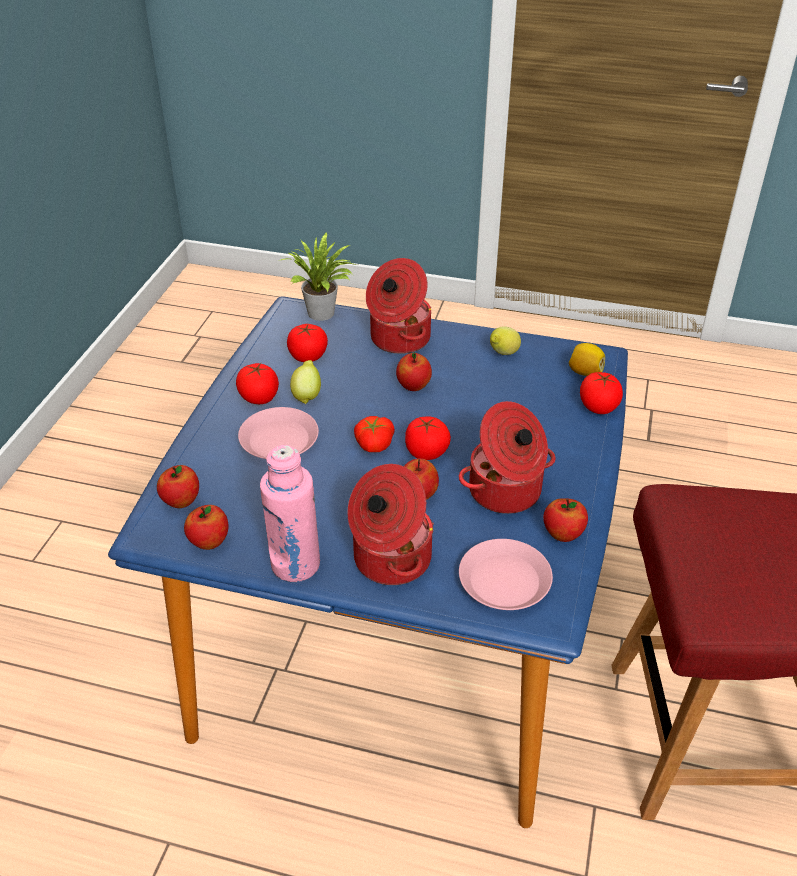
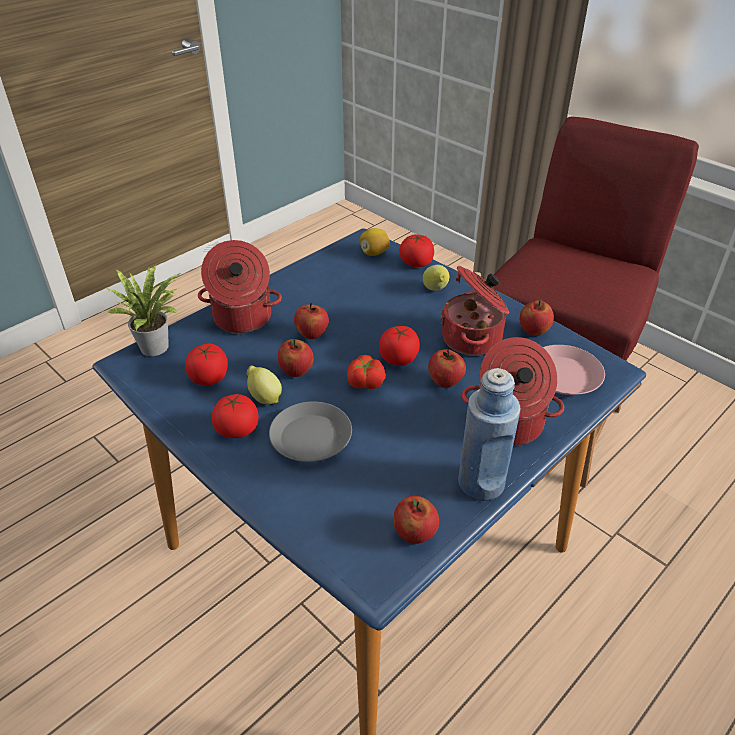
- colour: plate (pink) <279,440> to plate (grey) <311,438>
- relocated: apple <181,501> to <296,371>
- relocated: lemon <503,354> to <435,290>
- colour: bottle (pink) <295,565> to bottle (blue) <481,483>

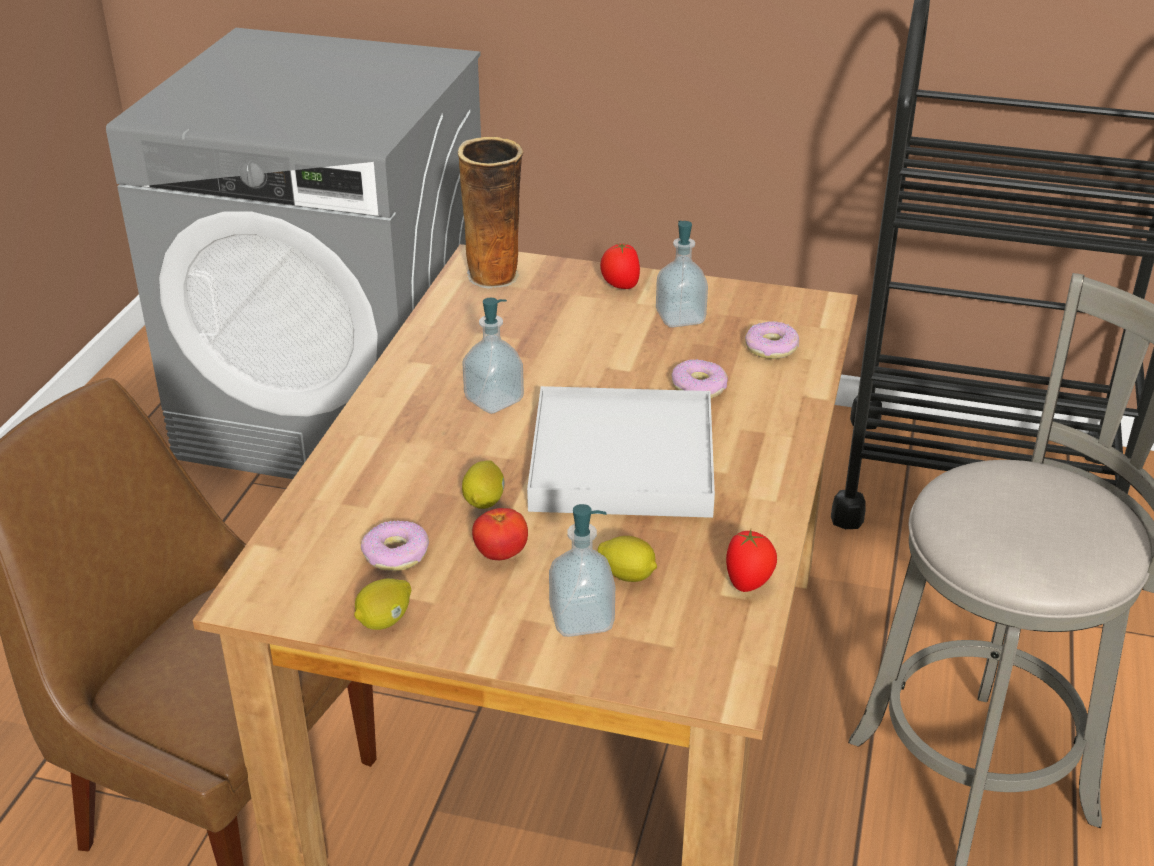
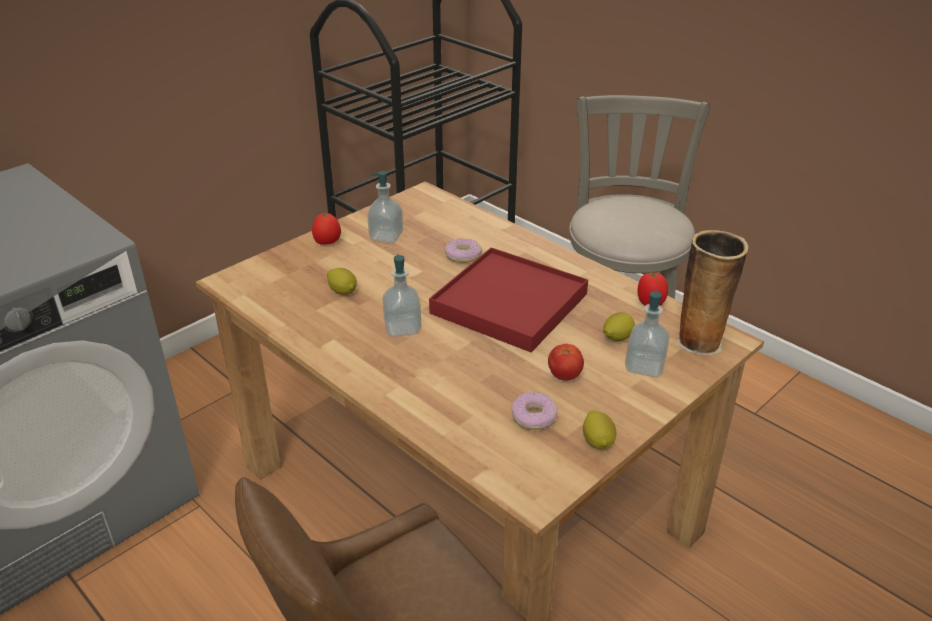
- relocated: lemon <484,501> to <343,291>
- colour: tray (white) <623,460> to tray (red) <510,303>
- relocated: vase <495,276> to <700,341>
- missing: donut <771,348>

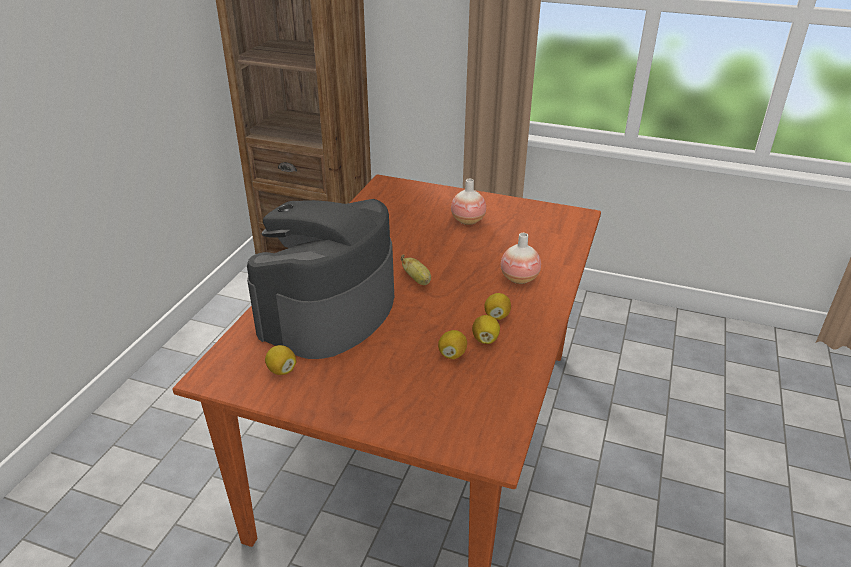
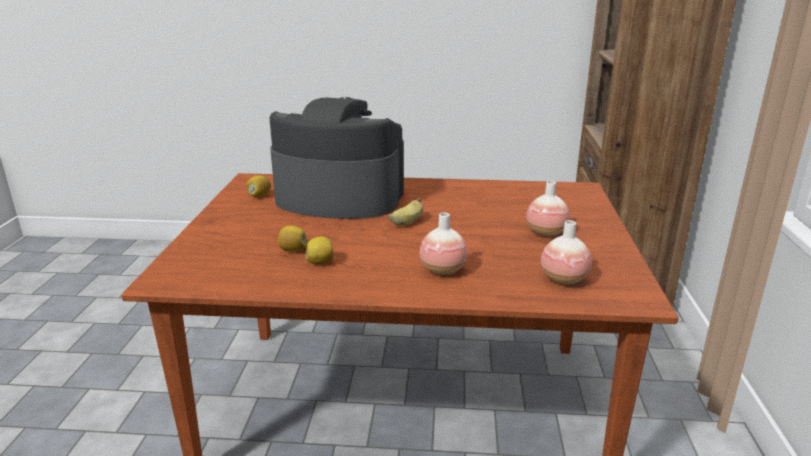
- appeared: vase <563,279>
- missing: lemon <496,316>

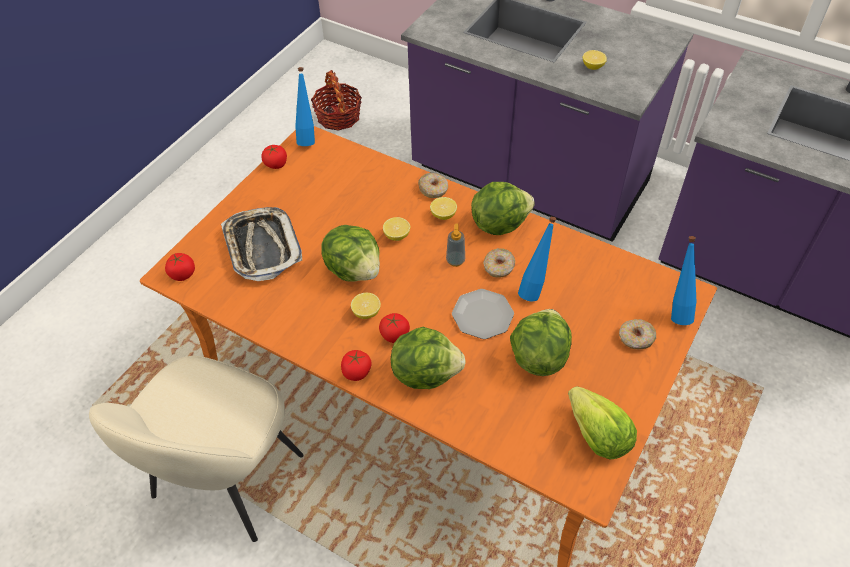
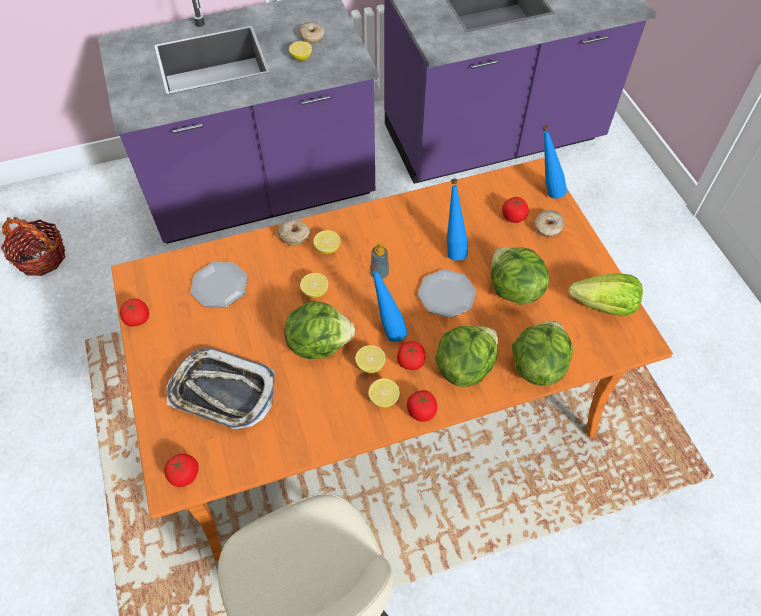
- appeared: plate <219,286>
- relocated: donut <499,267> to <312,37>
- appeared: lemon <384,398>
- relocated: bottle (blue) <307,138> to <388,328>
- appeared: tomato <513,217>
- relocated: lettuce <499,223> to <537,365>

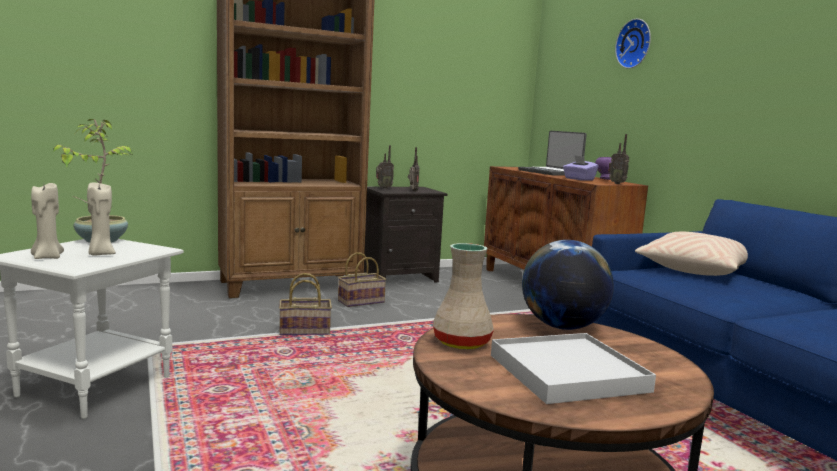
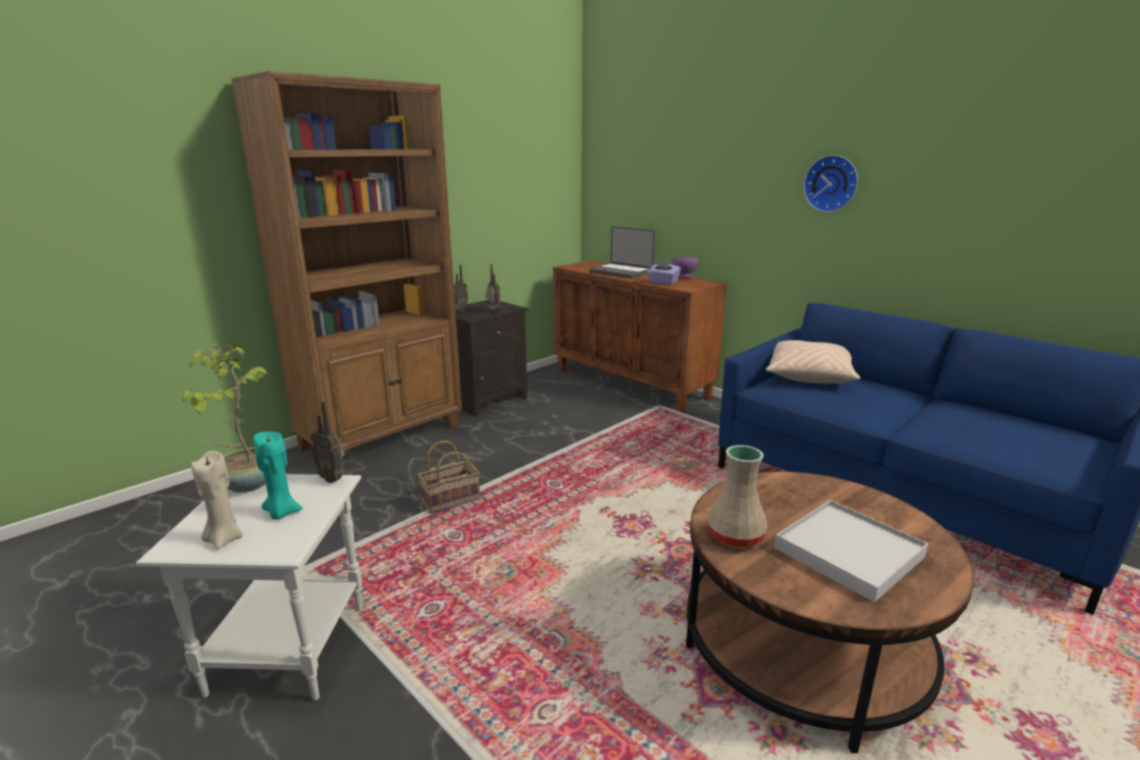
- colour: candle (beige) <101,254> to candle (turquoise) <281,513>
- relocated: radio <617,183> to <332,478>
- relocated: wall clock <635,44> to <831,183>
- missing: basket <361,301>
- missing: globe <562,327>

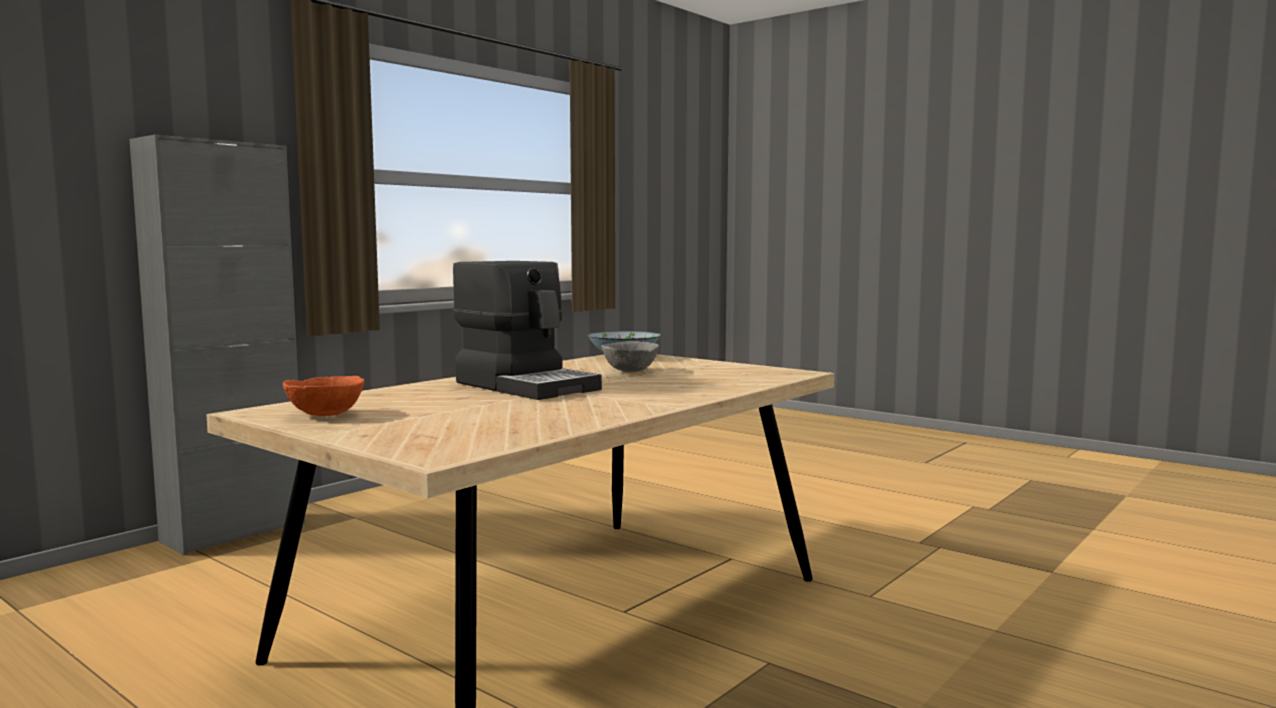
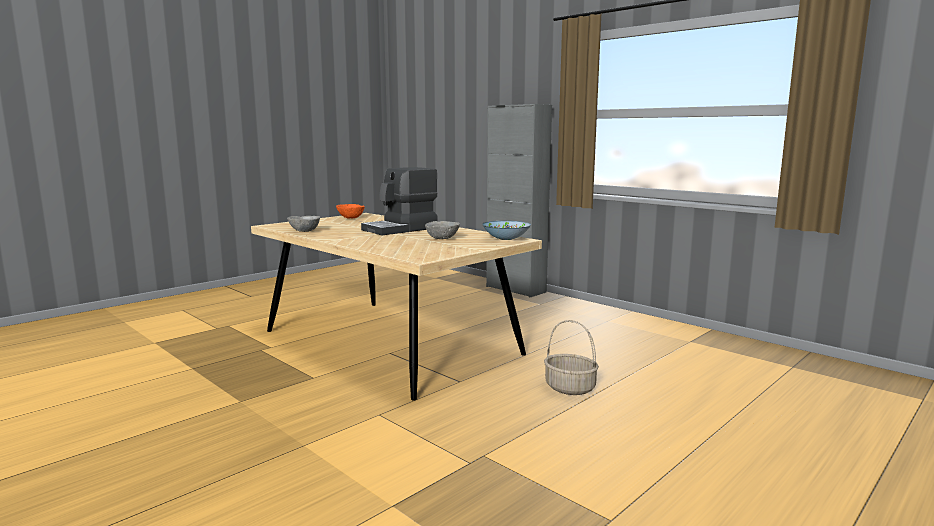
- appeared: bowl (grey) <304,231>
- appeared: basket <569,388>

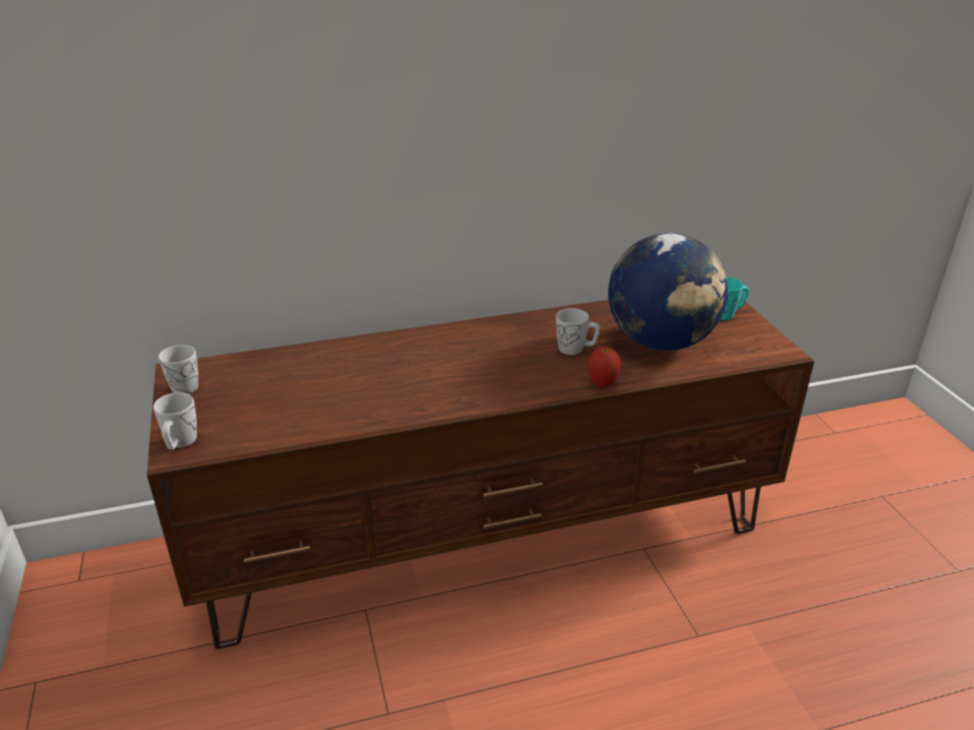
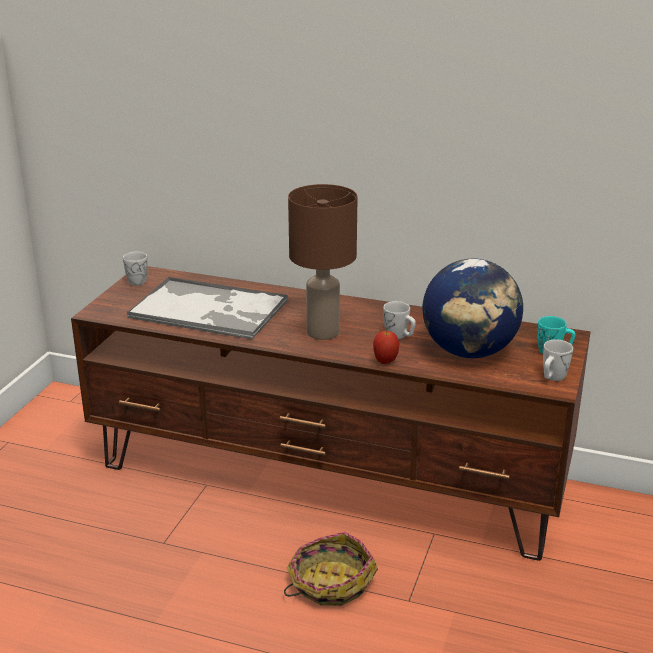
- appeared: tray <210,310>
- appeared: basket <329,583>
- appeared: table lamp (brown) <322,333>
- relocated: mug (white) <180,443> to <552,378>

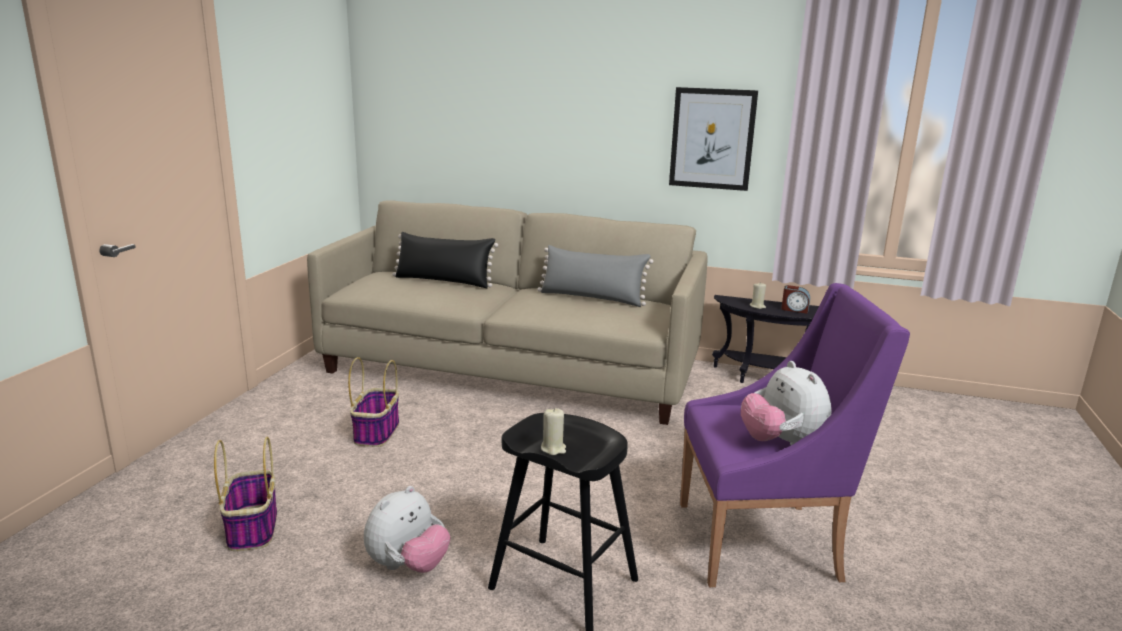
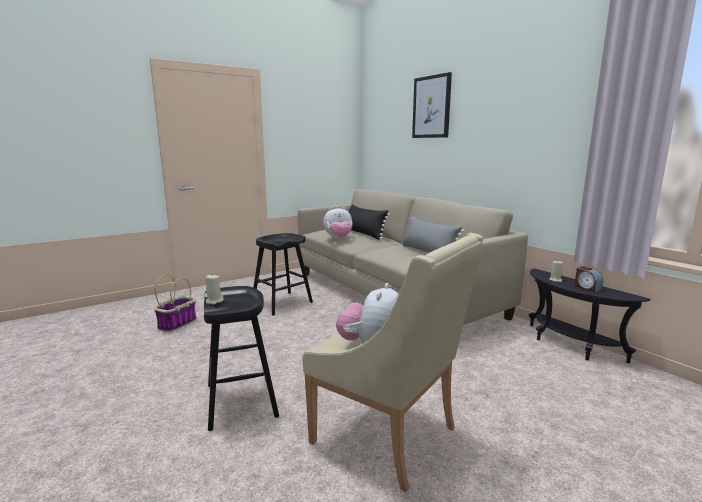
- exchanged: basket <376,432> to stool (black) <281,303>
- colour: armchair (purple) <763,541> to armchair (beige) <389,436>
- relocated: plush toy <408,566> to <338,238>
- relocated: picture <712,139> to <431,107>

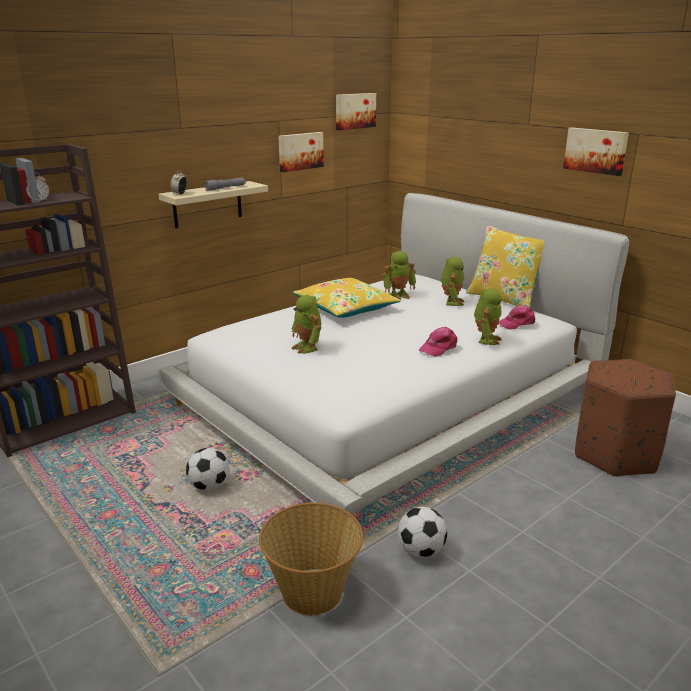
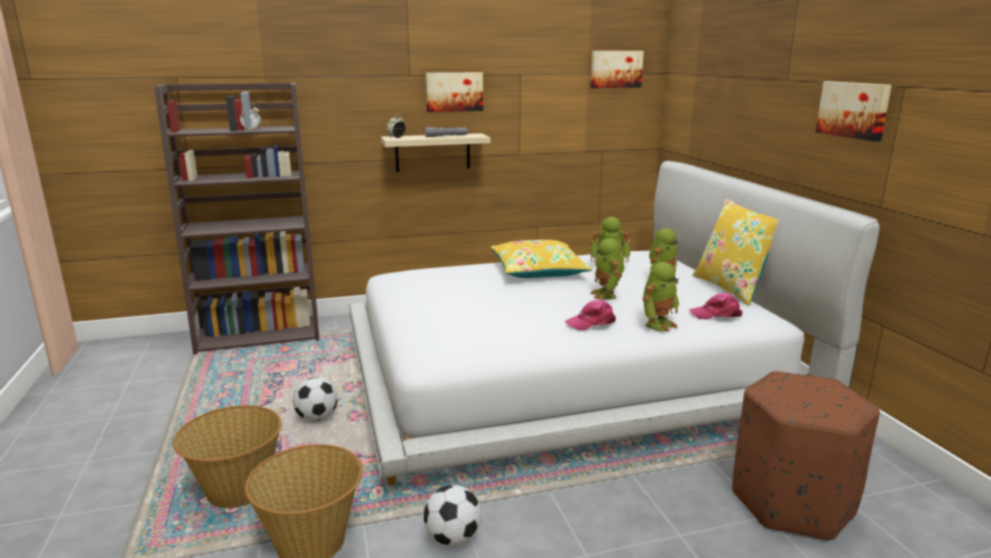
- appeared: basket <237,491>
- relocated: picture <300,151> to <454,91>
- relocated: toy robot <307,347> to <607,295>

